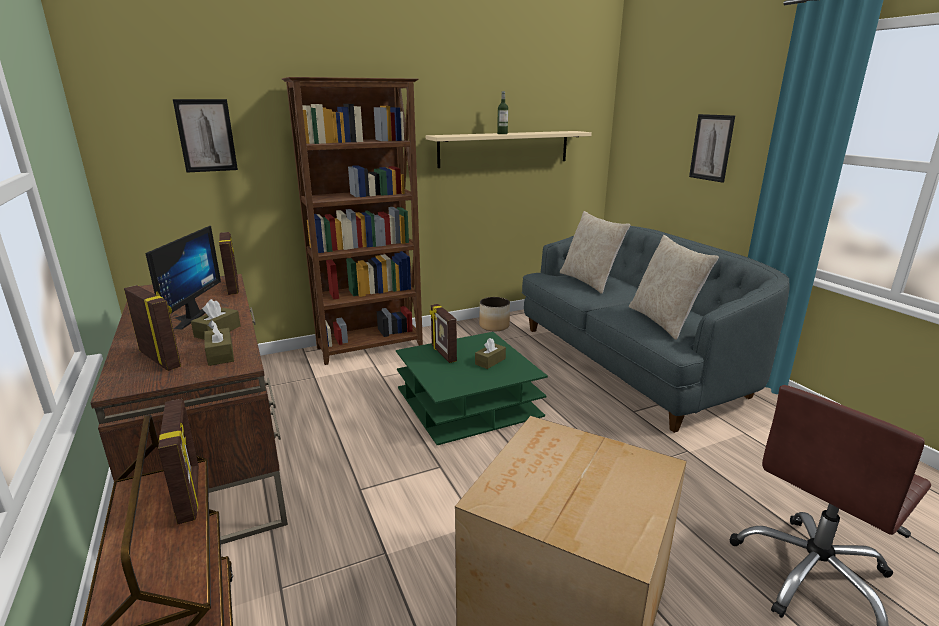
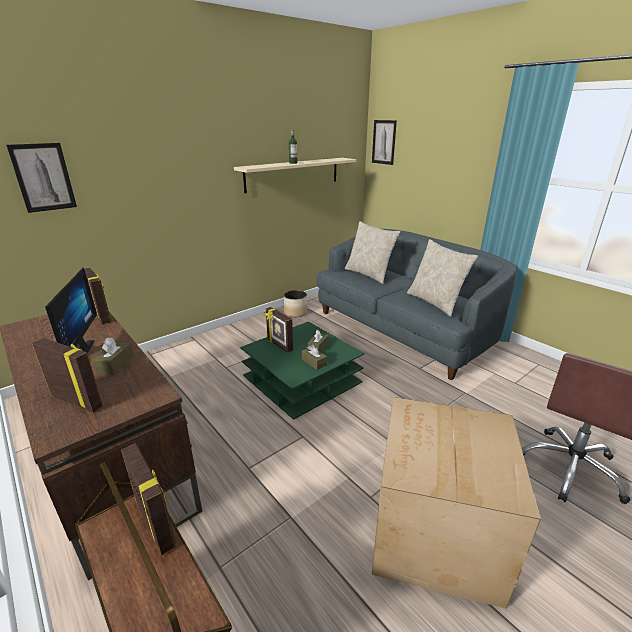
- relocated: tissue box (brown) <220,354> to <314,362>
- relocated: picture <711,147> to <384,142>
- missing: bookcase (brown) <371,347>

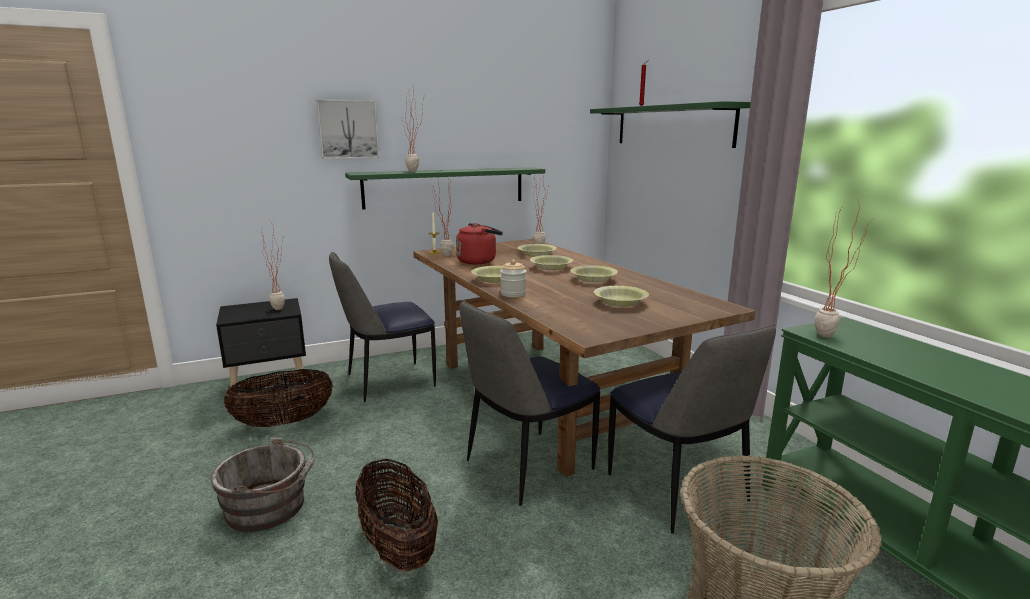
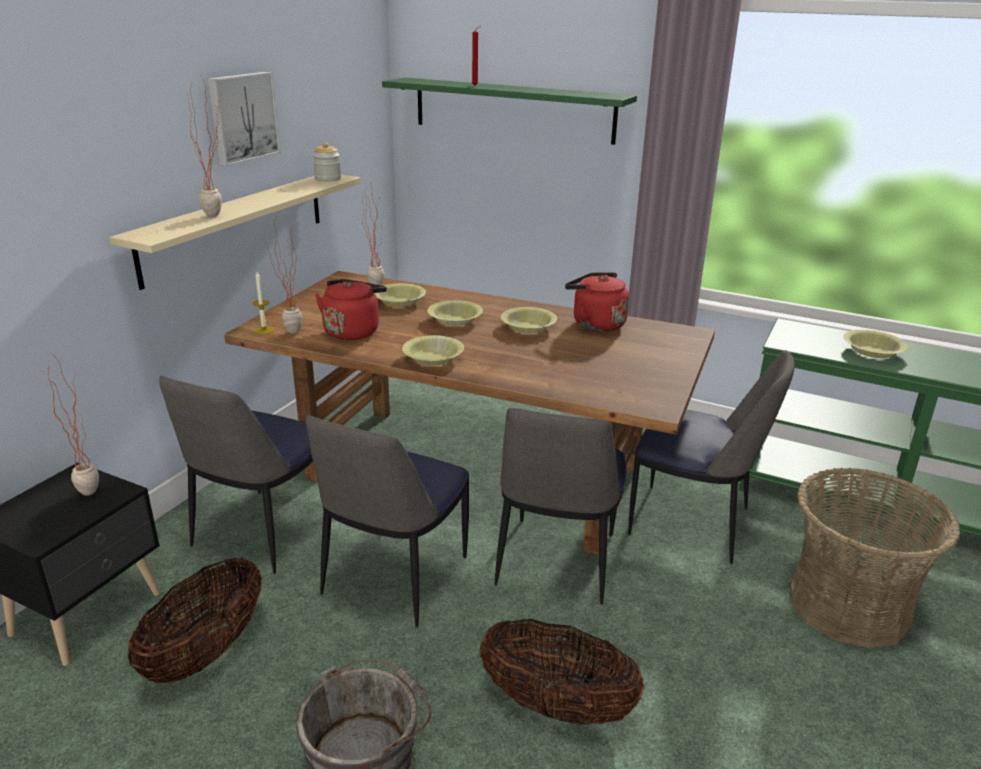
- colour: shelf (green) <445,187> to shelf (beige) <236,226>
- relocated: picture <348,129> to <242,117>
- appeared: chair <393,578>
- relocated: jar <513,294> to <327,179>
- appeared: kettle (red) <595,324>
- relocated: bowl (yellow) <620,302> to <872,351>
- missing: potted plant <832,337>

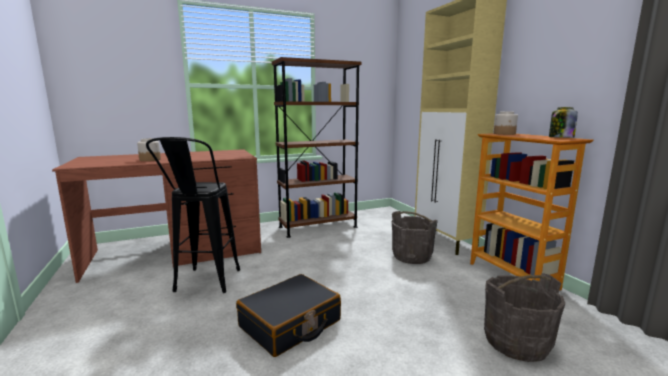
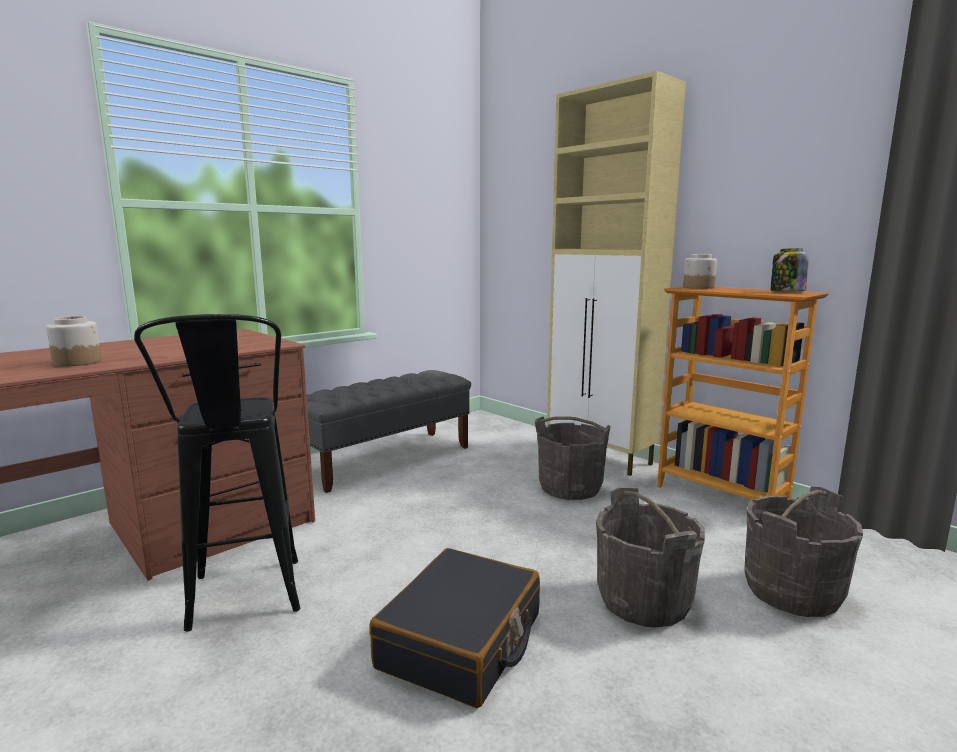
- exchanged: bookcase (brown) <318,227> to bench (grey) <386,459>
- appeared: bucket (grey) <644,600>

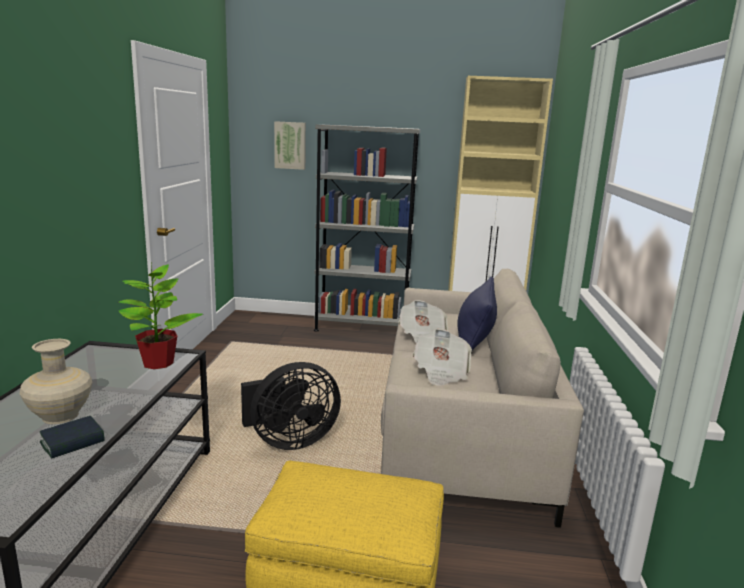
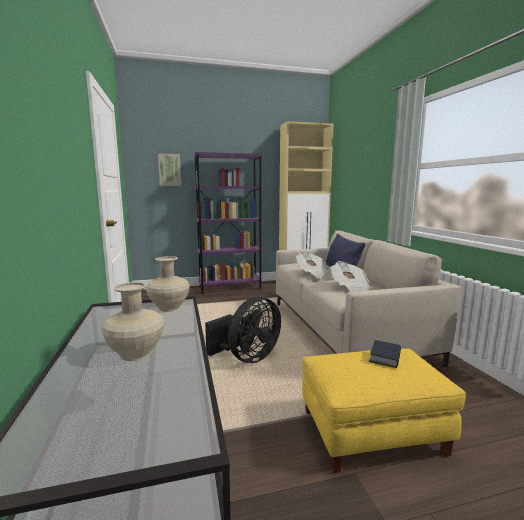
- exchanged: potted plant <158,362> to vase (beige) <169,308>
- colour: bookcase (grey) <361,327> to bookcase (purple) <230,287>
- relocated: book <73,442> to <385,357>

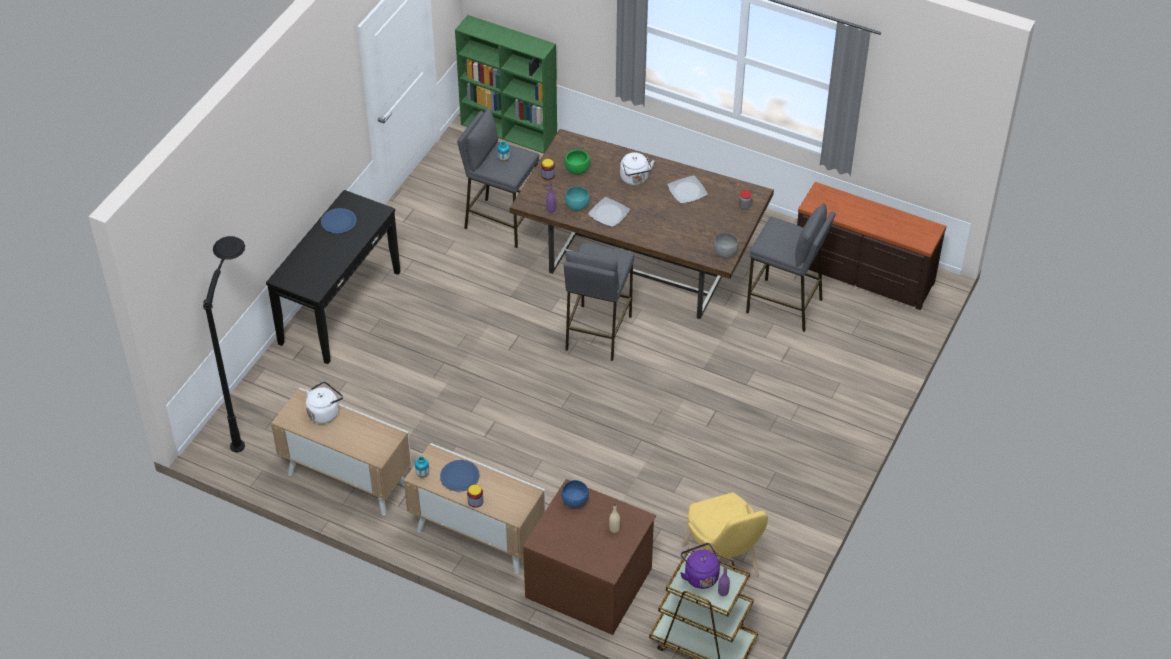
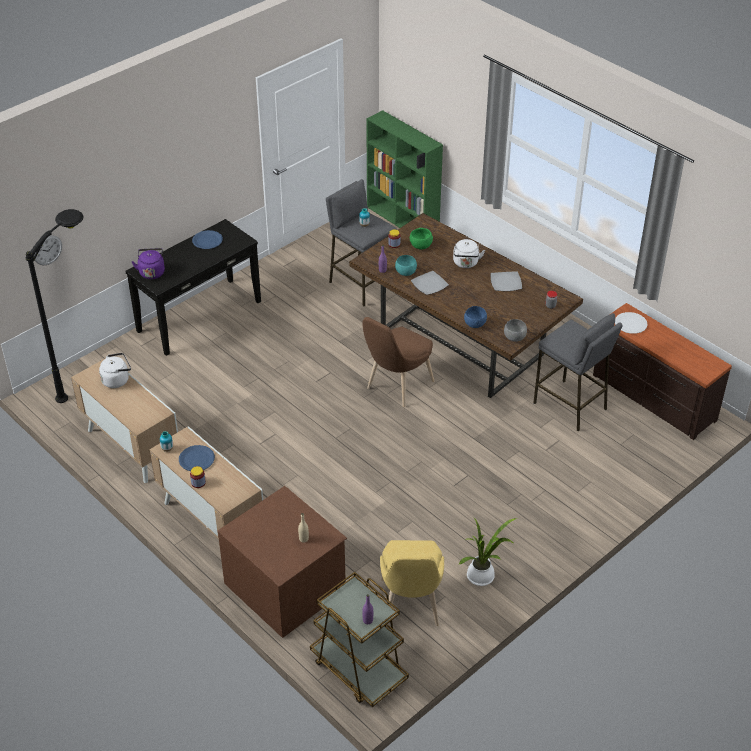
- appeared: wall clock <47,250>
- relocated: kettle (purple) <700,575> to <152,272>
- exchanged: stool (grey) <597,333> to chair (brown) <396,387>
- appeared: potted plant <483,576>
- relocated: bowl (blue) <575,501> to <475,324>
- appeared: plate (white) <630,324>

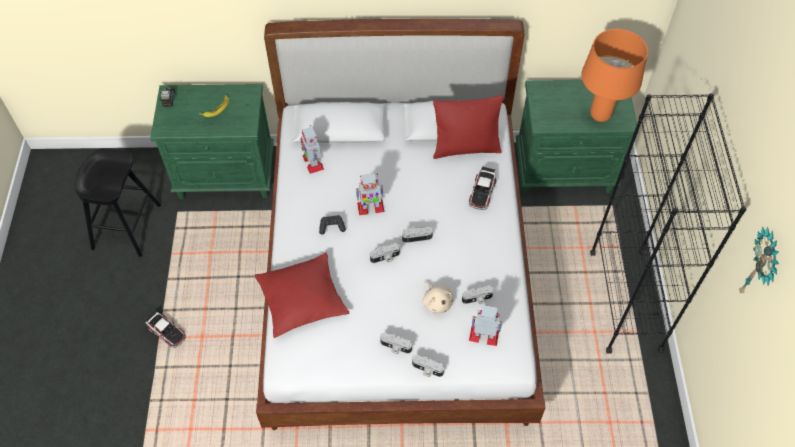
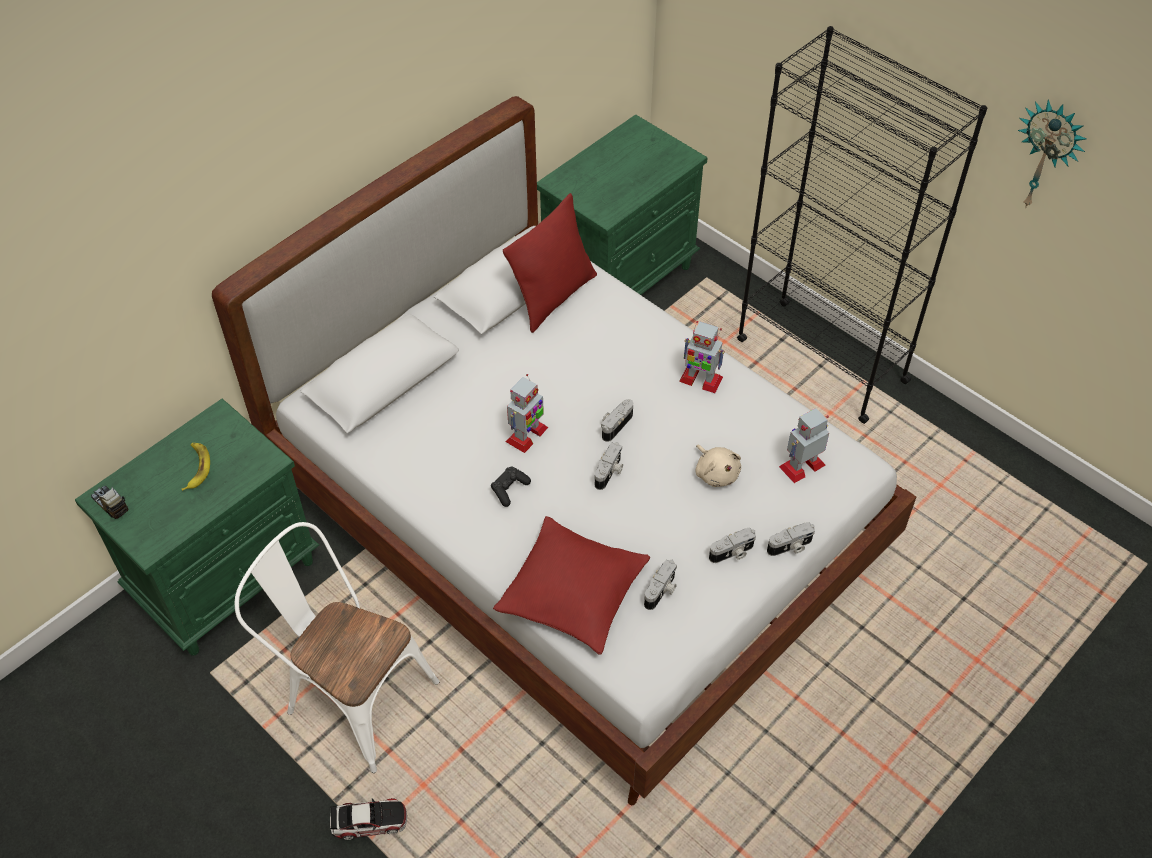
- appeared: chair (white) <351,695>
- relocated: photo camera <477,299> to <661,591>
- relocated: toy robot <312,162> to <700,379>
- spun: plush toy (beige) <437,302> = <716,473> 45 degrees clockwise
- missing: stool (black) <126,227>
- missing: toy car <482,191>
- missing: table lamp (orange) <600,115>

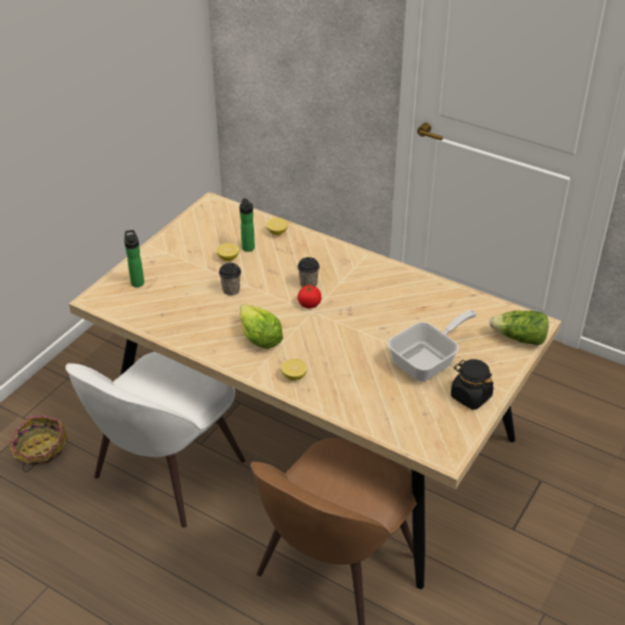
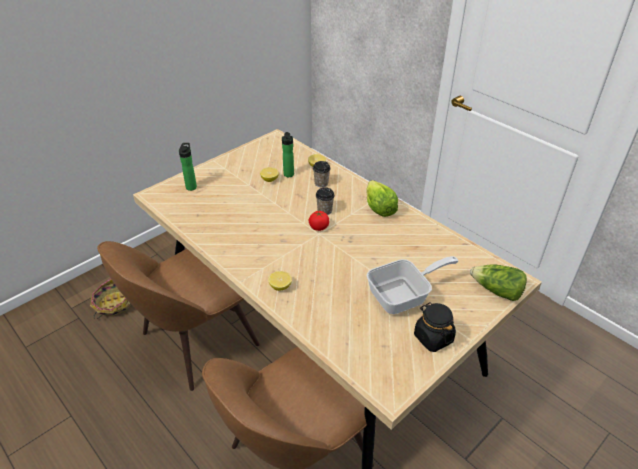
- colour: chair (white) <165,473> to chair (brown) <195,341>
- relocated: cup <231,290> to <321,183>
- relocated: lettuce <259,338> to <379,208>

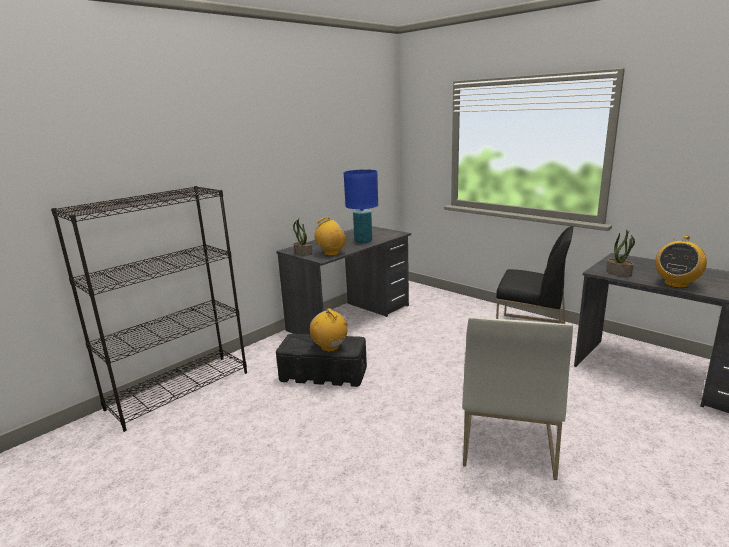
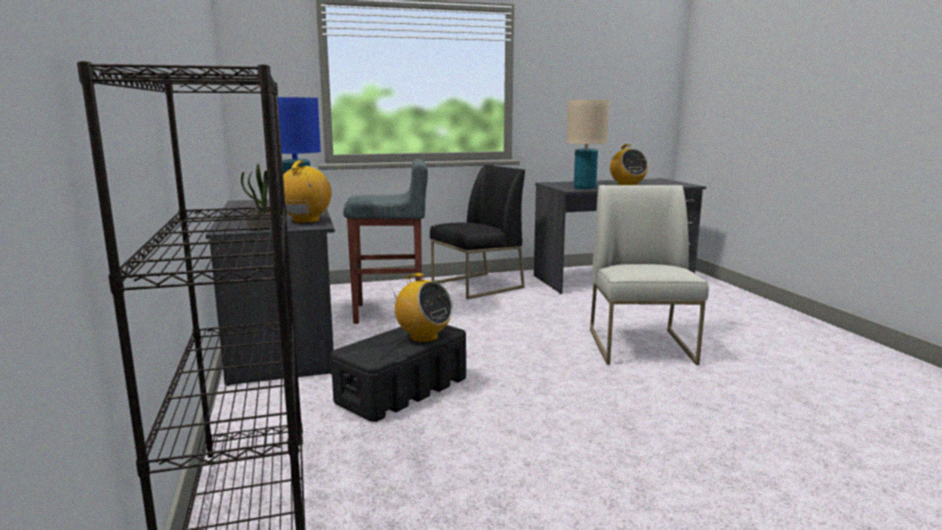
- appeared: stool (grey) <390,313>
- spun: radio <330,347> = <423,337> 135 degrees counterclockwise
- exchanged: potted plant <619,273> to table lamp (beige) <584,188>
- spun: chair (white) <507,440> = <642,347> 135 degrees counterclockwise

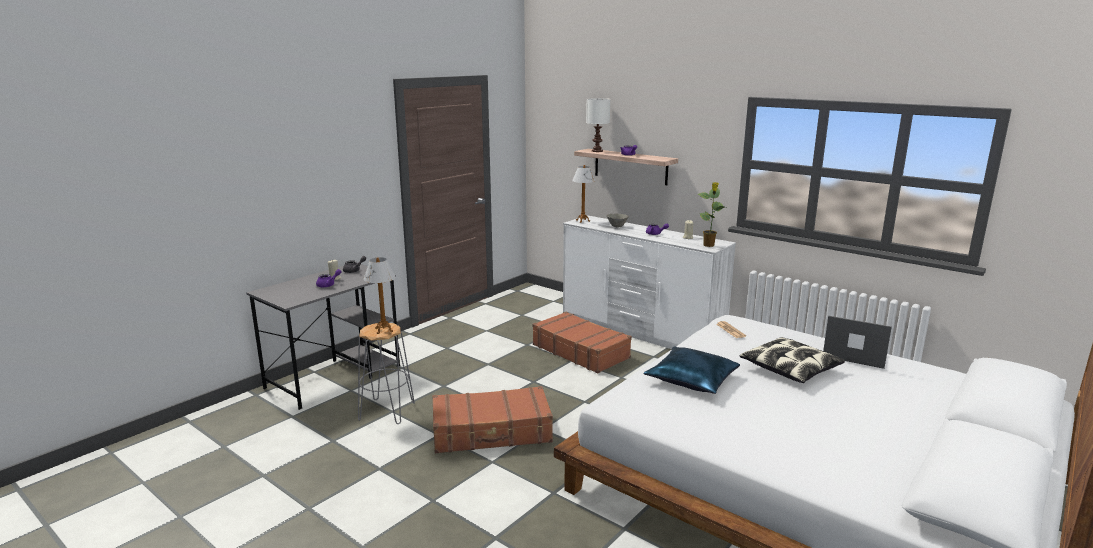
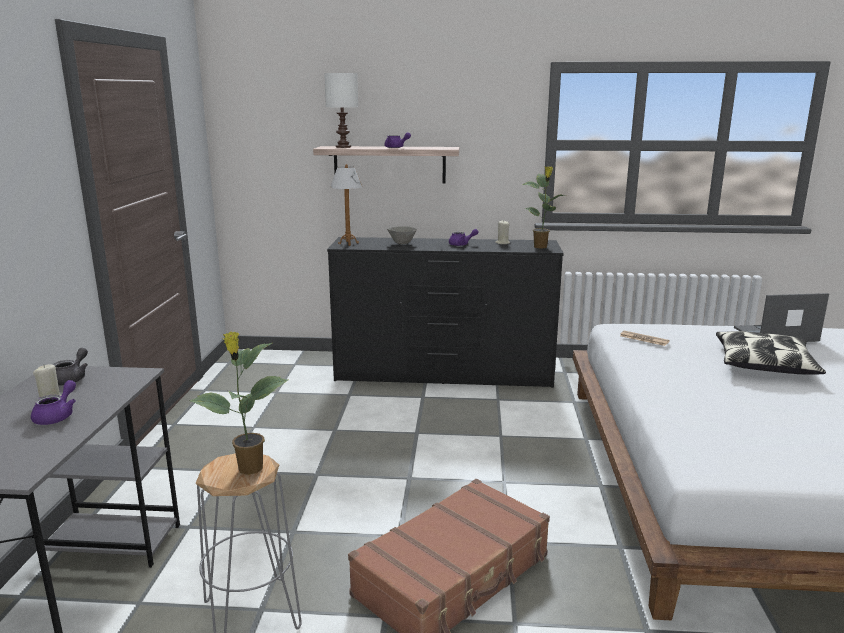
- exchanged: table lamp <384,330> to potted plant <249,469>
- colour: dresser (white) <640,331> to dresser (black) <444,374>
- missing: suitcase (brown) <580,351>
- missing: pillow (blue) <691,379>

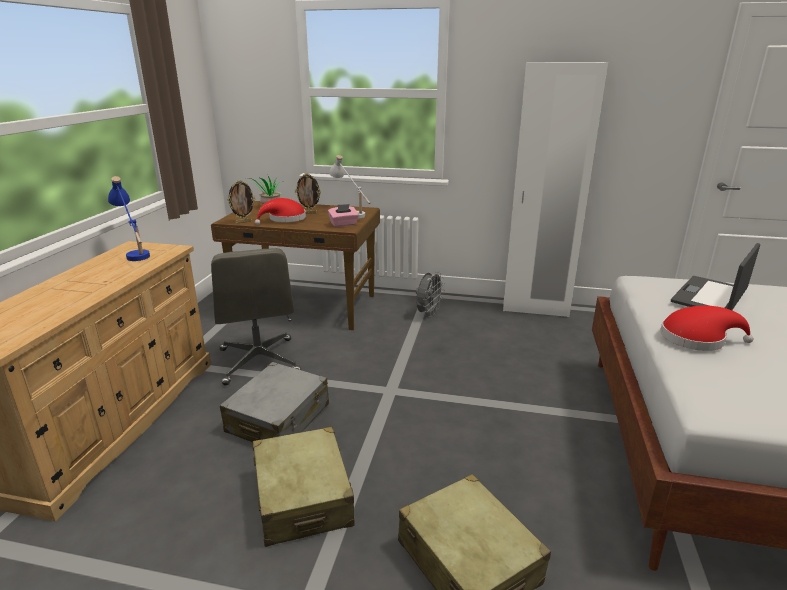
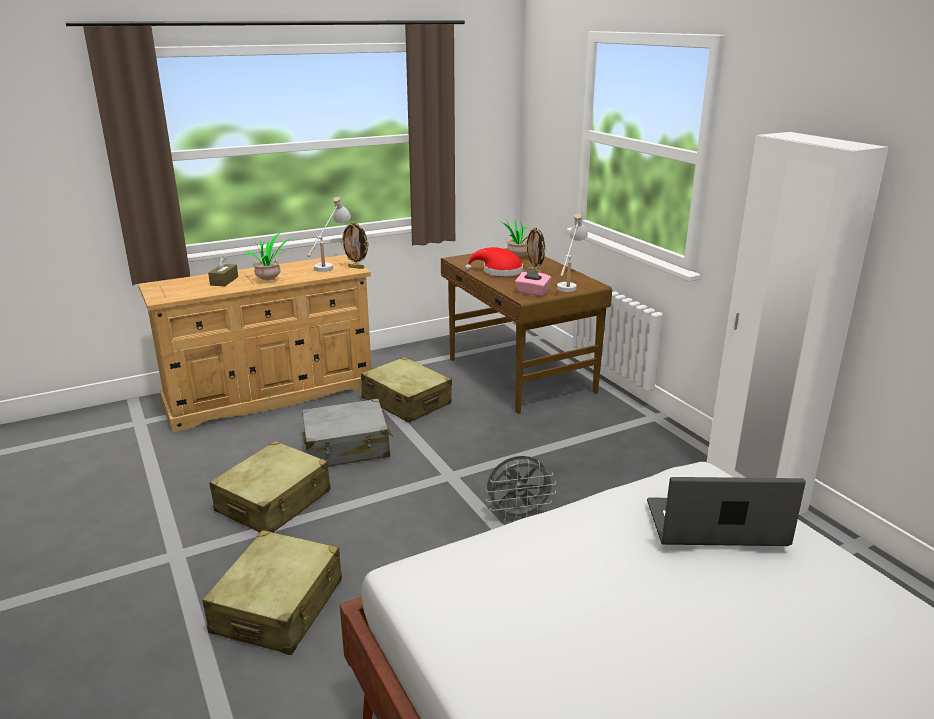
- appeared: tissue box (brown) <224,281>
- appeared: potted plant <270,280>
- colour: table lamp (blue) <135,252> to table lamp (white) <330,264>
- relocated: picture frame <243,222> to <356,267>
- exchanged: office chair (grey) <259,361> to suitcase (beige) <406,401>
- relocated: fan (grey) <428,313> to <518,515>
- missing: hat (red) <697,339>

